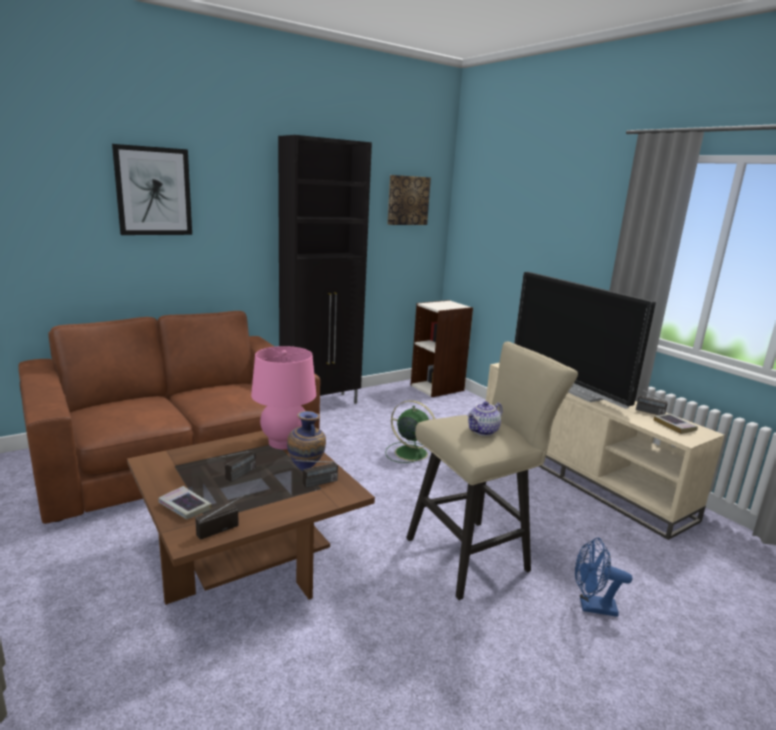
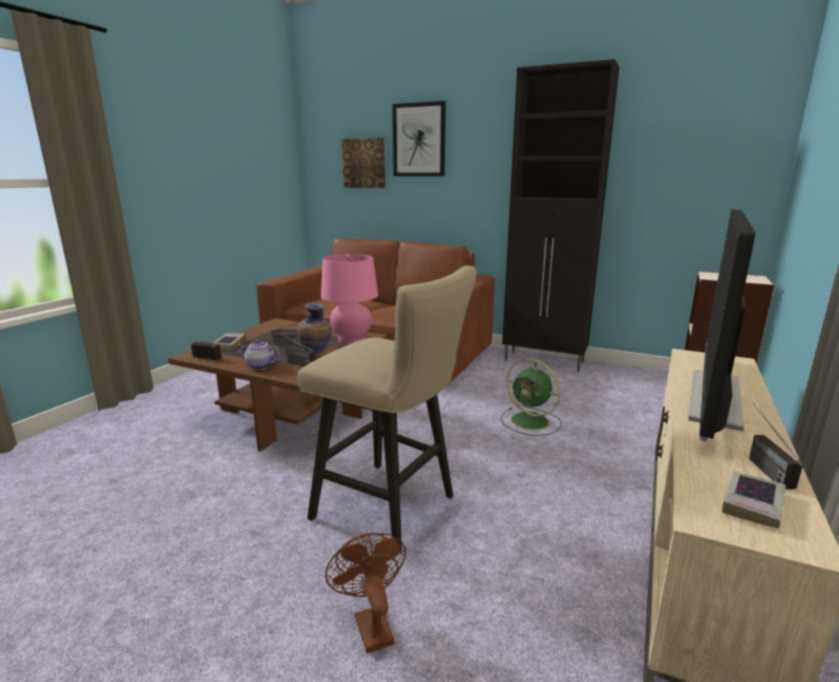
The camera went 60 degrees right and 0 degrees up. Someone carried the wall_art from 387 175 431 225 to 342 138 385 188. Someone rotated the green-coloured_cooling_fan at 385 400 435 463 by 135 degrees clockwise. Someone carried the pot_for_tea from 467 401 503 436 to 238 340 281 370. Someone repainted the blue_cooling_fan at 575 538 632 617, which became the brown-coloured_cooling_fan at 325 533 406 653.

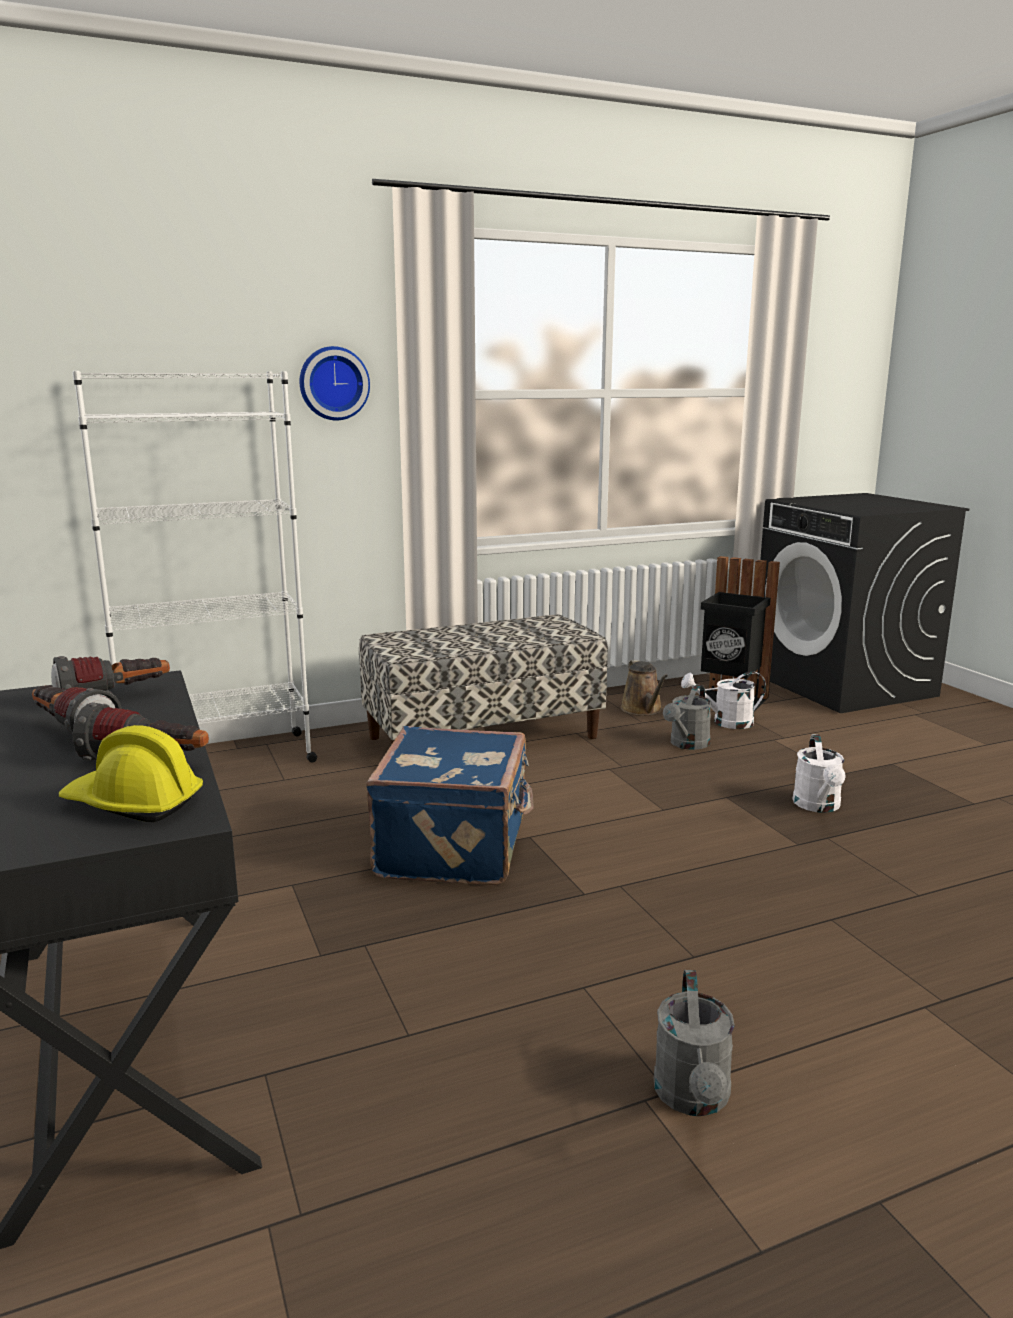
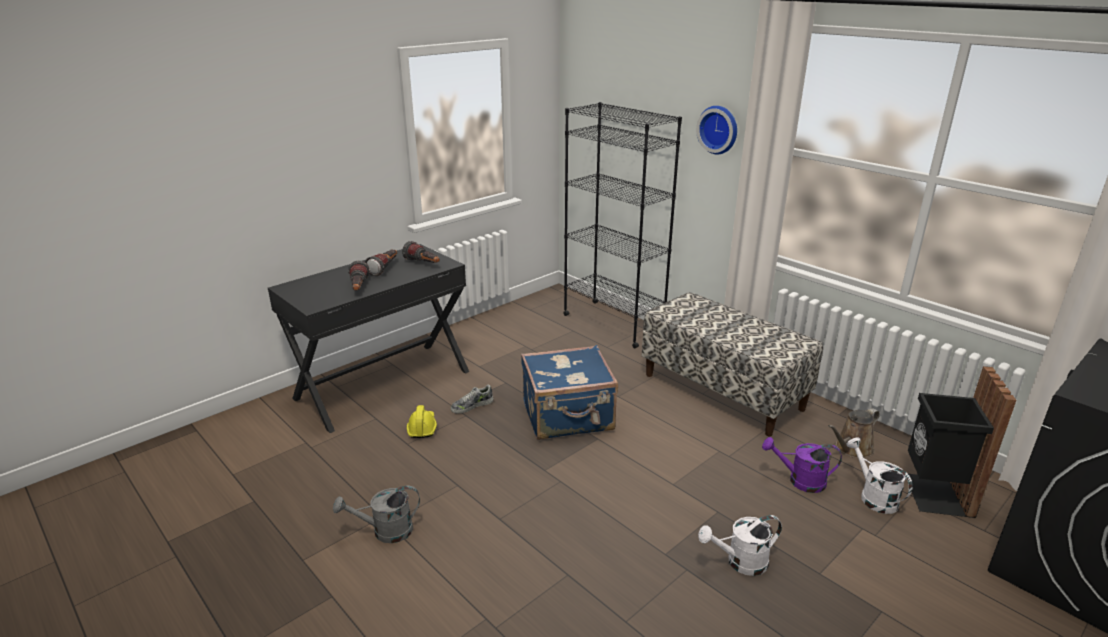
The camera went 70 degrees right and 10 degrees up. Someone repainted the whitish_shelving_unit at 72 371 318 763, which became the blackish_shelving_unit at 563 102 682 348. Someone repainted the gray_watering_can at 663 684 712 750, which became the purplish_watering_can at 762 437 842 493. Someone carried the yellowish_safety_helmet from 59 725 203 822 to 407 405 437 438. Someone put down the low_shoe at 451 384 493 413.

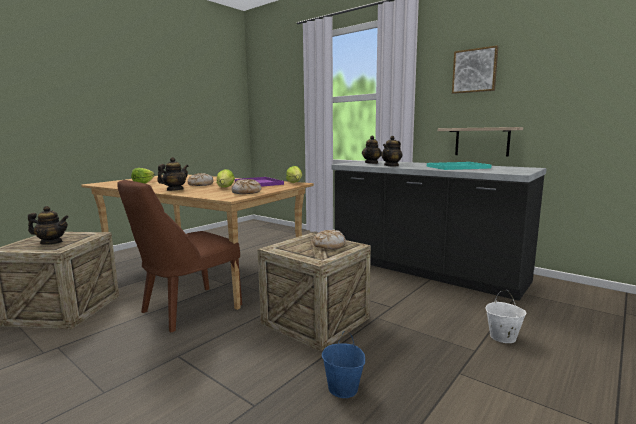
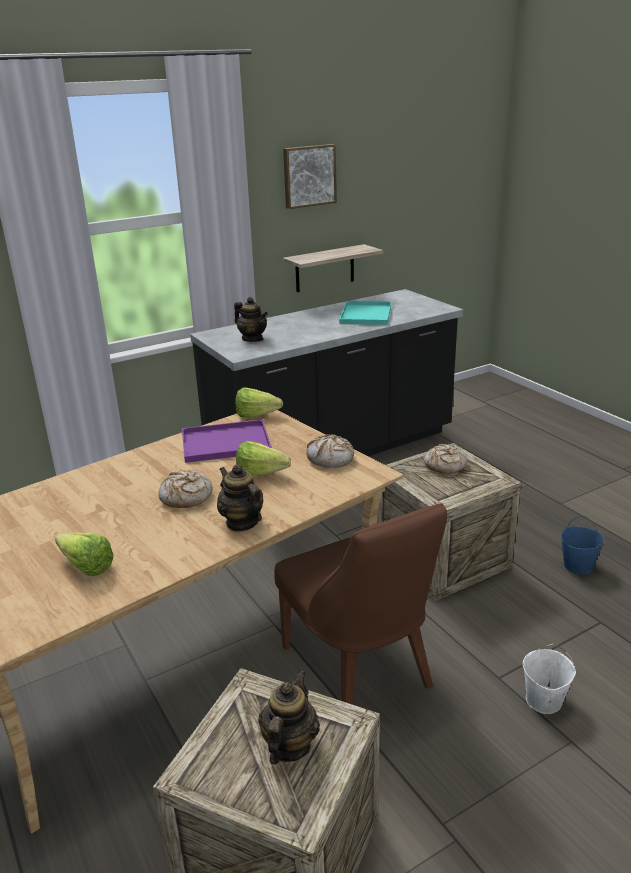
The camera went 70 degrees left and 15 degrees up. Someone took away the pot_for_tea at 381 136 403 167. Someone carried the whitish_pail from 486 290 526 343 to 523 644 576 714.

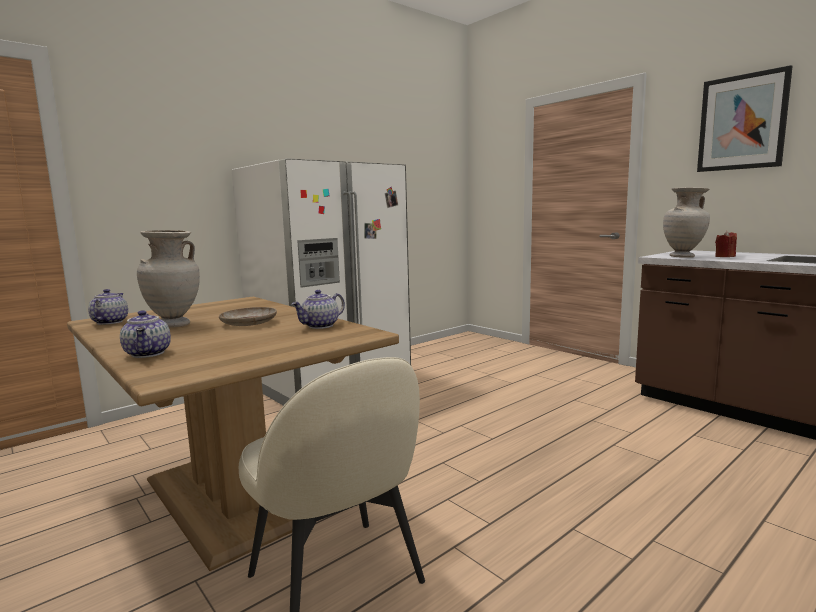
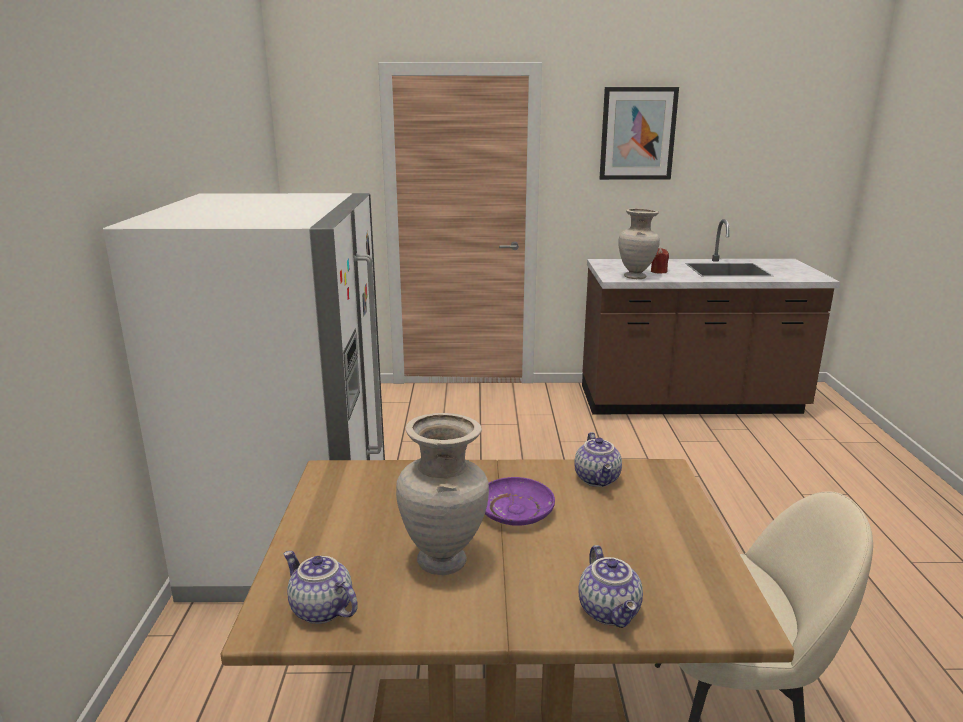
The camera went 50 degrees left and 10 degrees up. Someone repainted the beige-coloured_flat_dish at 219 307 277 326, which became the purplish_flat_dish at 485 477 555 526. Someone rotated the pot_for_tea at 120 310 171 358 by 60 degrees clockwise.

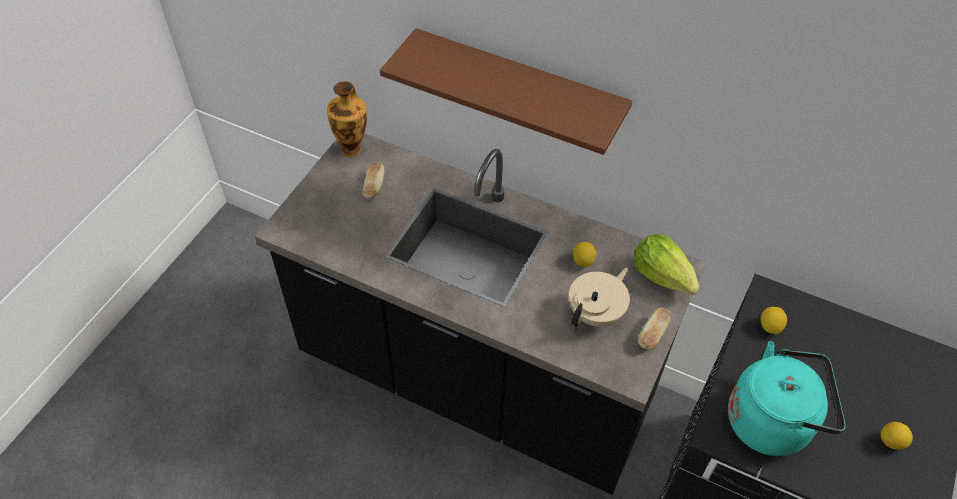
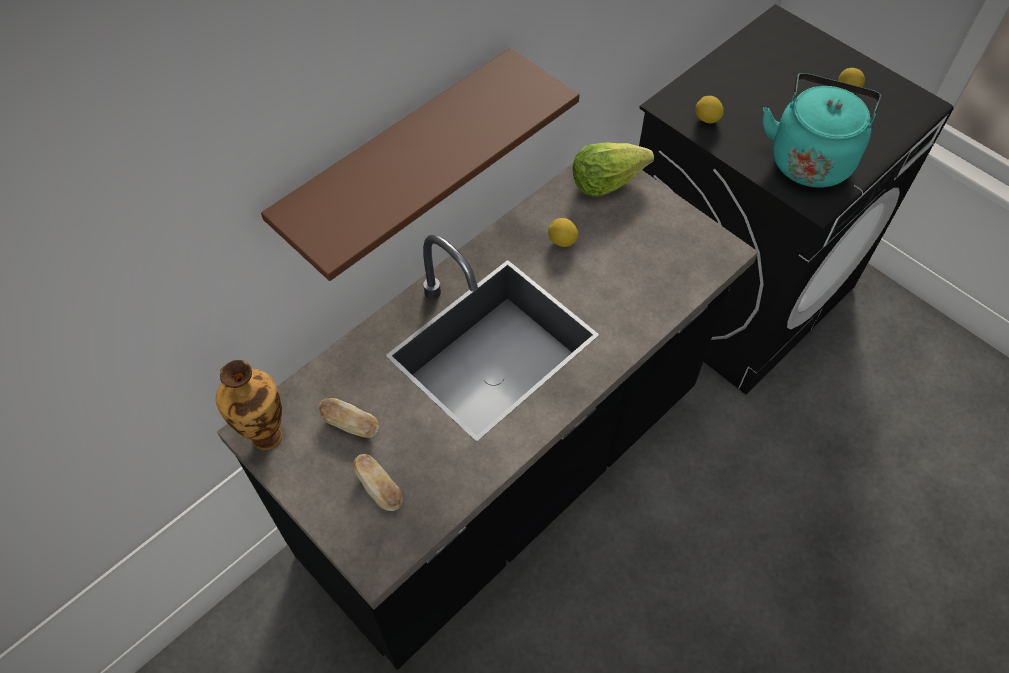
The camera went 70 degrees left and 5 degrees up. Someone took away the beige-coloured_pot_for_tea at 569 268 630 327. Someone carried the bakery_bread from 638 308 671 350 to 353 454 403 511.

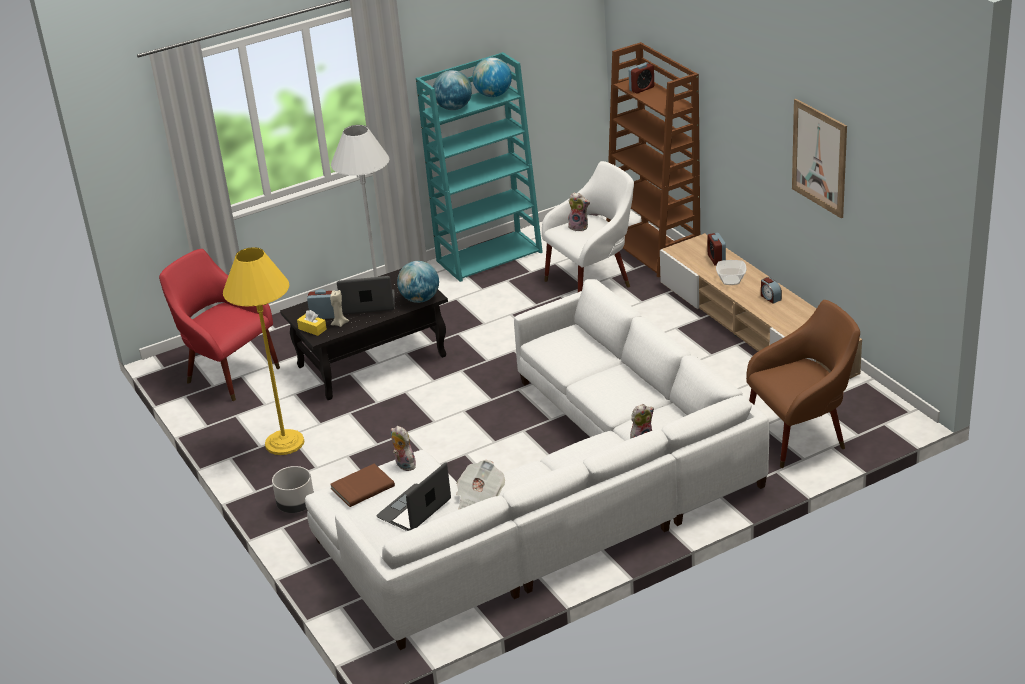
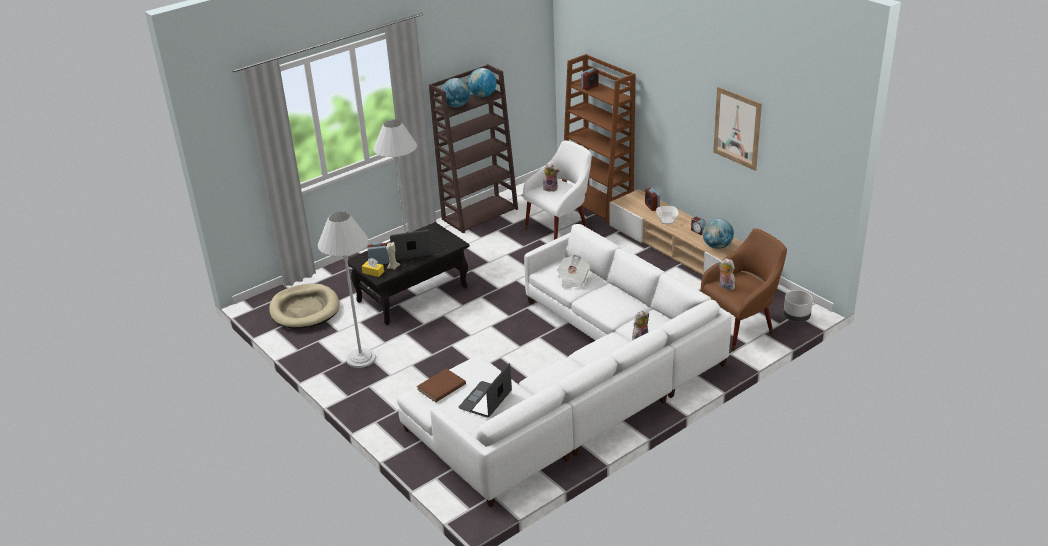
The camera went 10 degrees left and 0 degrees up. Someone repainted the turquoise-coloured_shelving_unit at 416 52 543 282, which became the brown-coloured_shelving_unit at 429 64 518 233. Someone repainted the yellowish_standing_lamp at 223 247 304 455, which became the whitish_standing_lamp at 318 211 376 368. Someone swapped the red_easy_chair at 159 249 280 401 for the beige-coloured_pet_bed at 269 283 340 329. Someone carried the globe from 397 261 439 303 to 703 218 734 249. Someone carried the cuddly_toy from 391 426 416 471 to 718 258 735 290. Someone carried the daily_paper from 456 460 505 510 to 557 254 590 289. Someone carried the gray_flower_pot from 272 466 314 513 to 783 290 813 322.

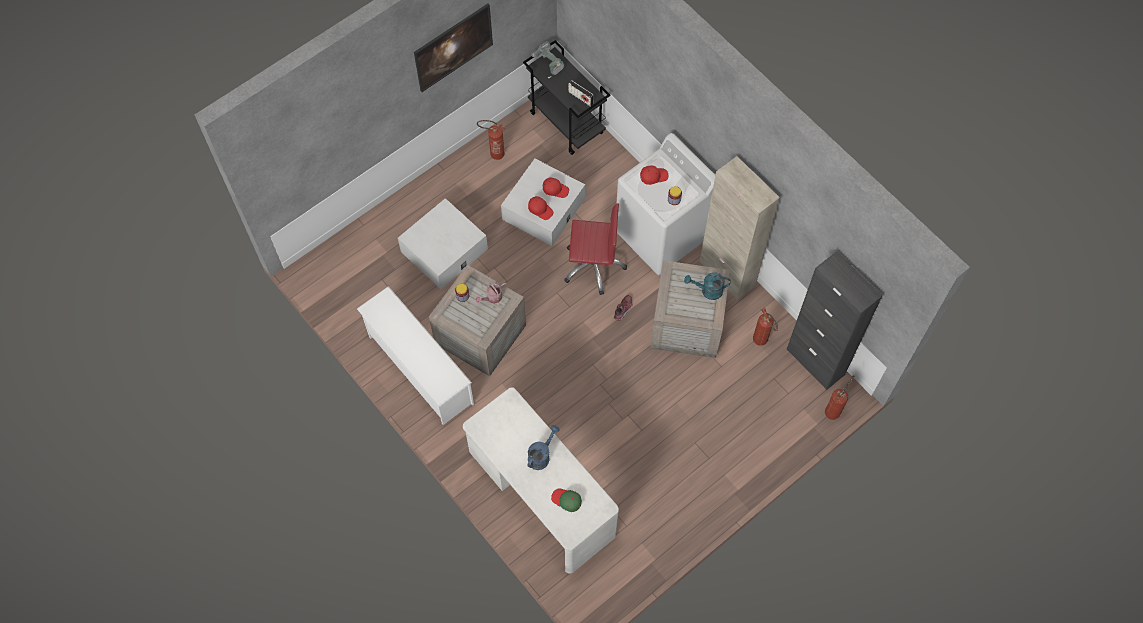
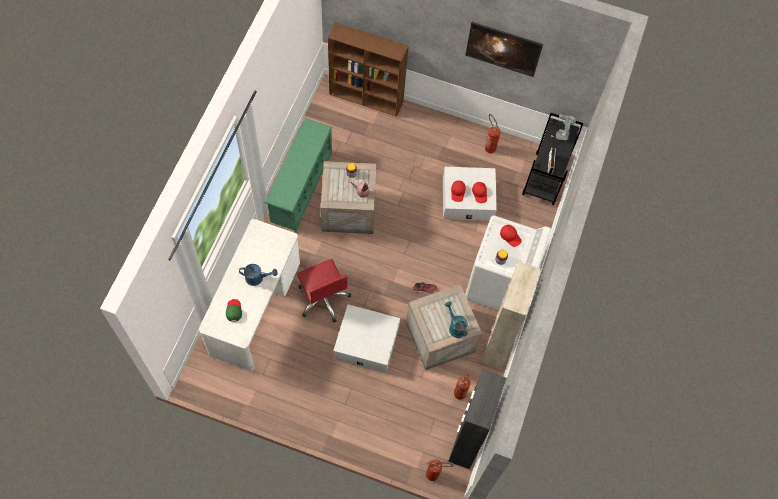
The camera went 55 degrees right and 0 degrees up. Someone carried the whitish_storage_bin from 398 198 488 289 to 333 305 400 373. Someone carried the red_computer_chair from 564 203 627 295 to 297 259 351 322. Someone repainted the whitish_shoe_shelf at 357 286 474 425, which became the green-coloured_shoe_shelf at 264 118 333 233. Someone put down the brown-coloured_shelving_unit at 328 22 409 117.

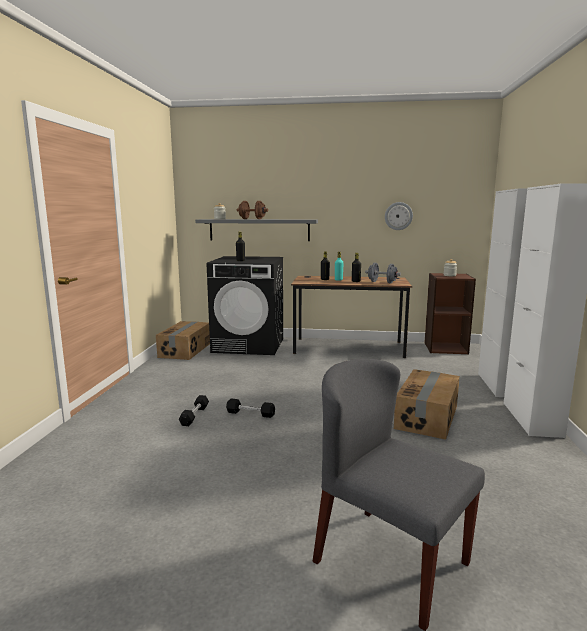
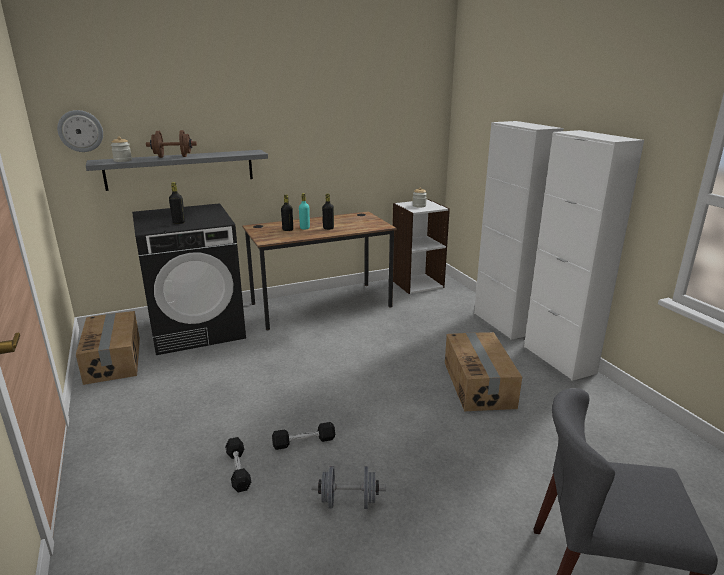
The camera went 30 degrees left and 10 degrees up. Someone carried the hanging_clock from 385 202 413 230 to 57 110 103 152. Someone carried the gray_hand_weight from 365 263 401 283 to 312 466 386 509. Someone repainted the brown-coloured_shelving_unit at 424 273 476 355, which became the whitish_shelving_unit at 392 199 450 294.

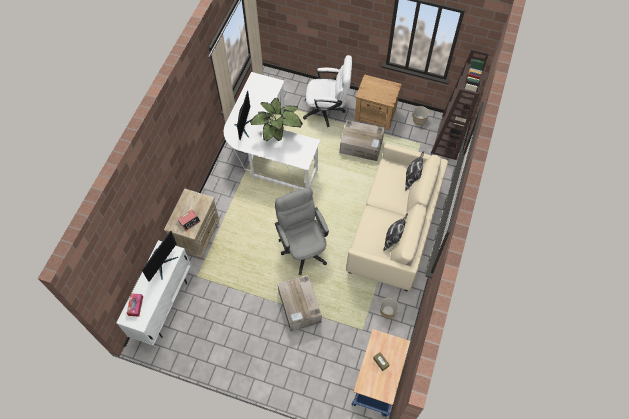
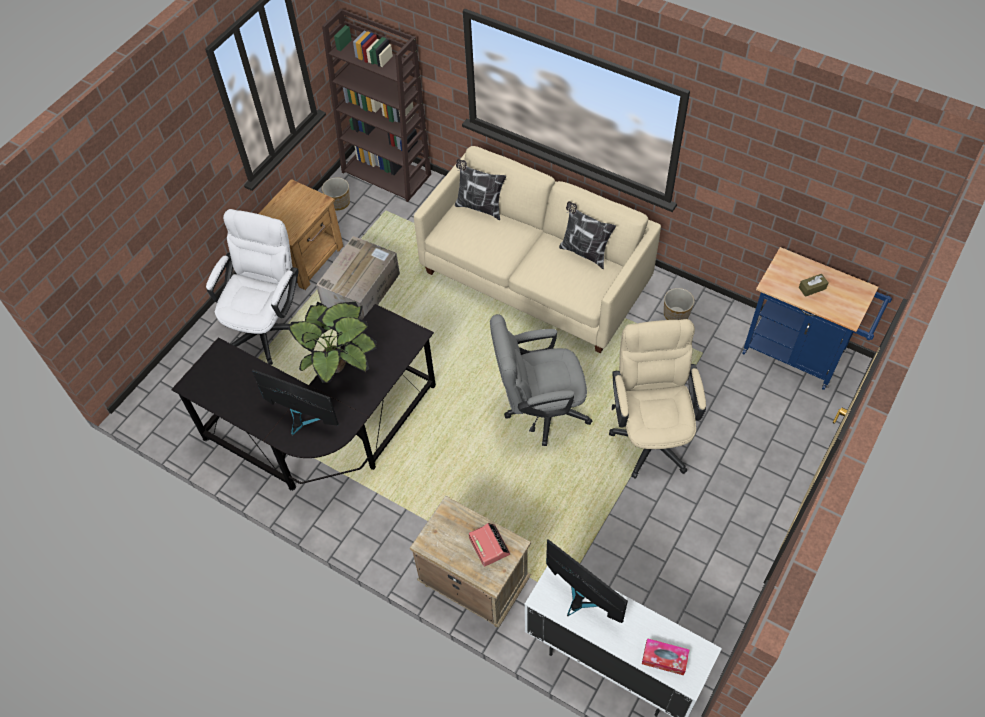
The camera went 75 degrees left and 5 degrees down. Someone repainted the whitish_desk_table at 224 72 320 190, which became the blackish_desk_table at 171 304 436 491. Someone swapped the packing_box at 278 275 322 332 for the beige-coloured_computer_chair at 609 319 706 479.

